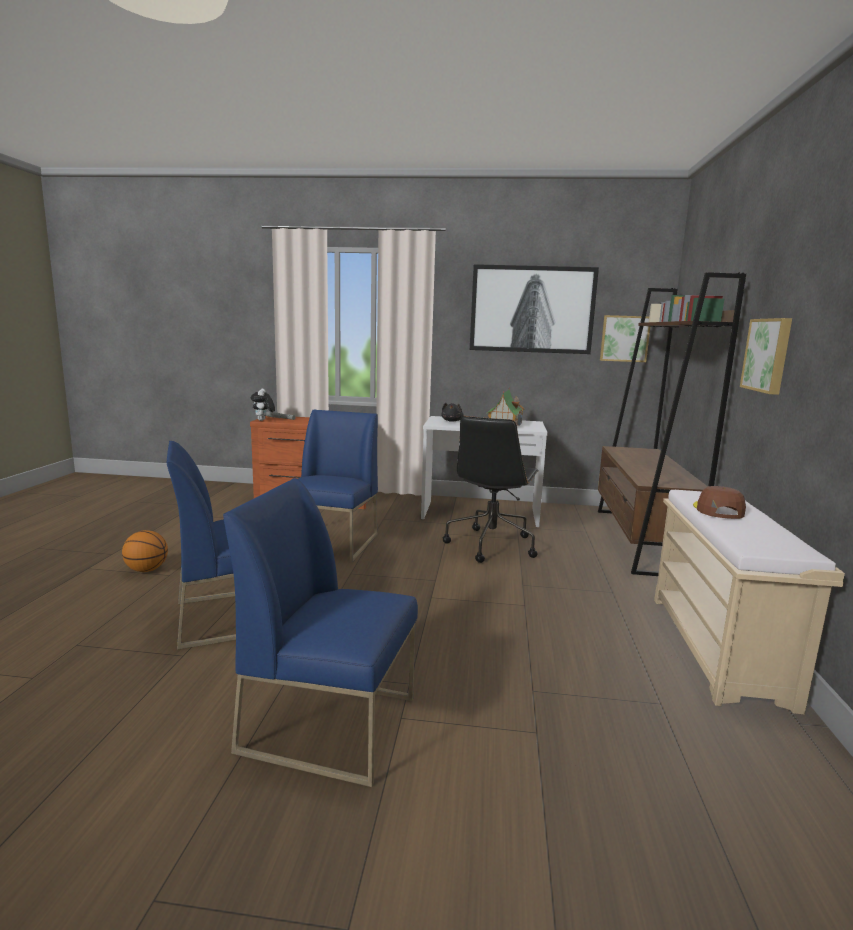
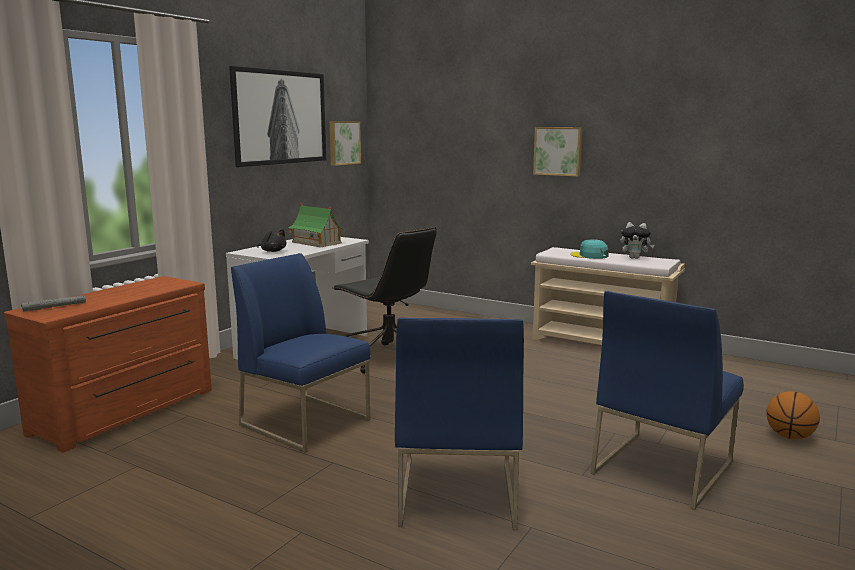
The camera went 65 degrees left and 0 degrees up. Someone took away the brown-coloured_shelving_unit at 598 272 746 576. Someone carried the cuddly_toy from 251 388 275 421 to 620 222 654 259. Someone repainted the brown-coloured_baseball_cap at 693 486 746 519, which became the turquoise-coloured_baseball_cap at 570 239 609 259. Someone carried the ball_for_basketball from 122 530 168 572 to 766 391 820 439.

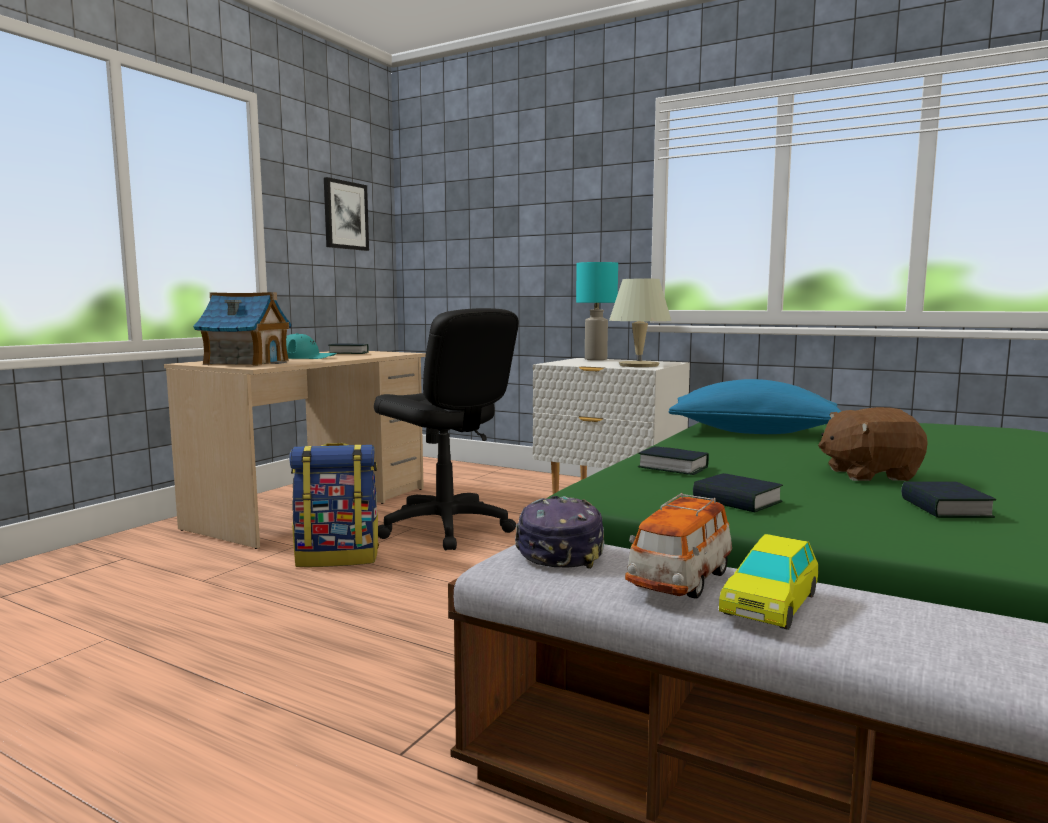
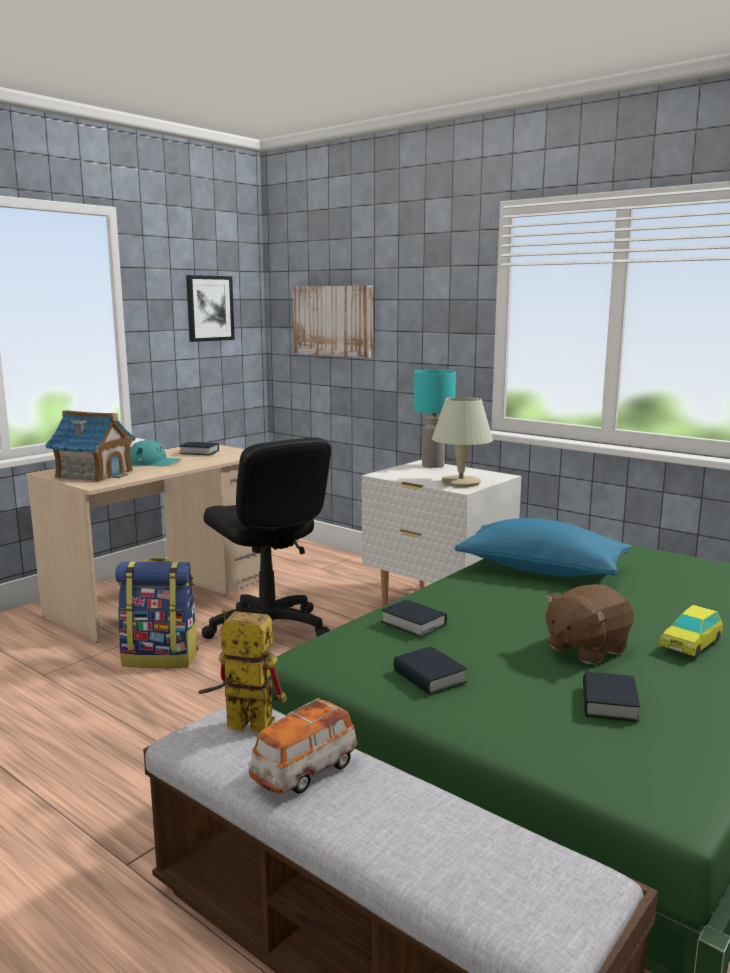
The camera went 10 degrees right and 5 degrees up. Someone rotated the brown-coloured_cuddly_toy at 818 407 928 481 by 45 degrees counterclockwise. Someone swapped the baseball_cap at 515 496 605 569 for the robot_figure at 198 609 287 732. Someone carried the miniature_car from 719 534 818 630 to 660 605 723 658. Someone put up the wall_art at 293 286 373 358.

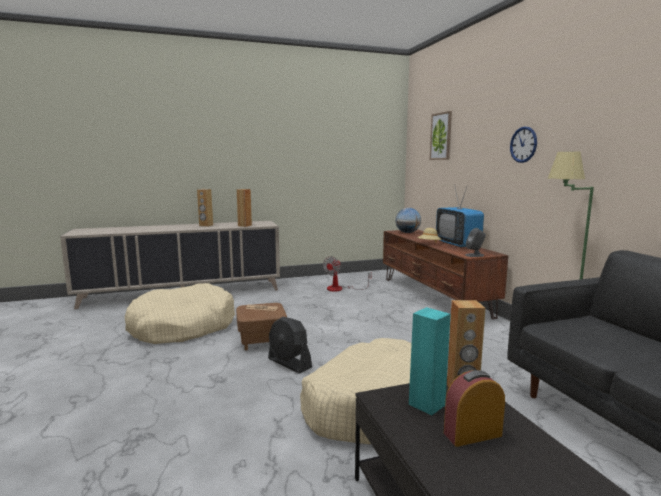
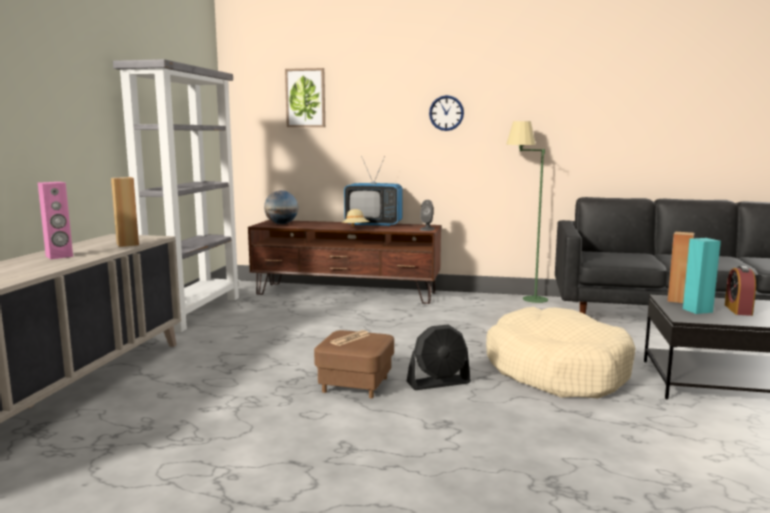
The camera went 60 degrees left and 0 degrees up. Someone repainted the brown-coloured_speaker at 197 189 213 227, which became the pink-coloured_speaker at 38 182 73 259. Someone took away the cooling_fan at 323 256 372 292. Someone took away the beige-coloured_pet_bed at 125 283 235 344. Someone put down the gray_shelving_unit at 113 59 241 332.

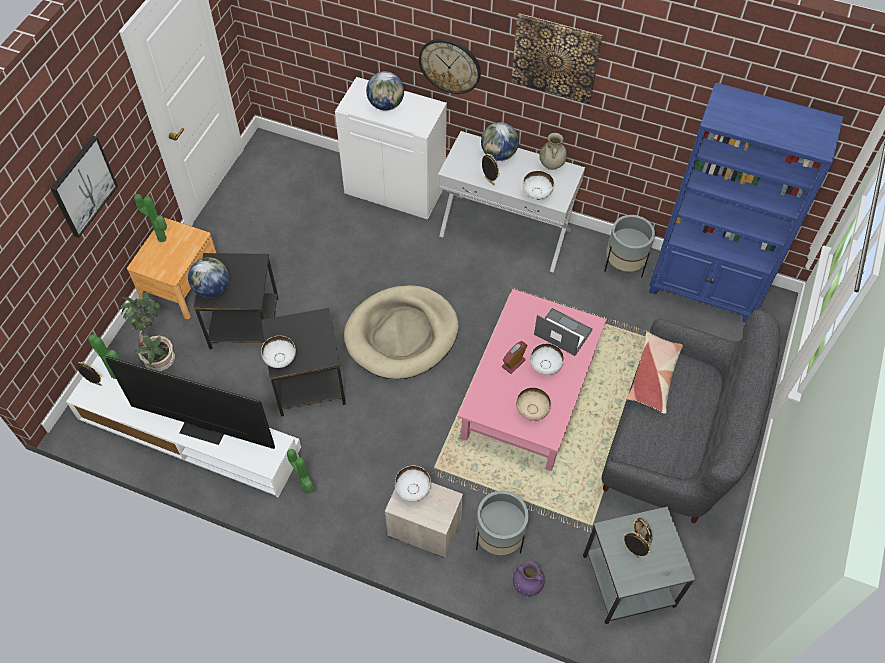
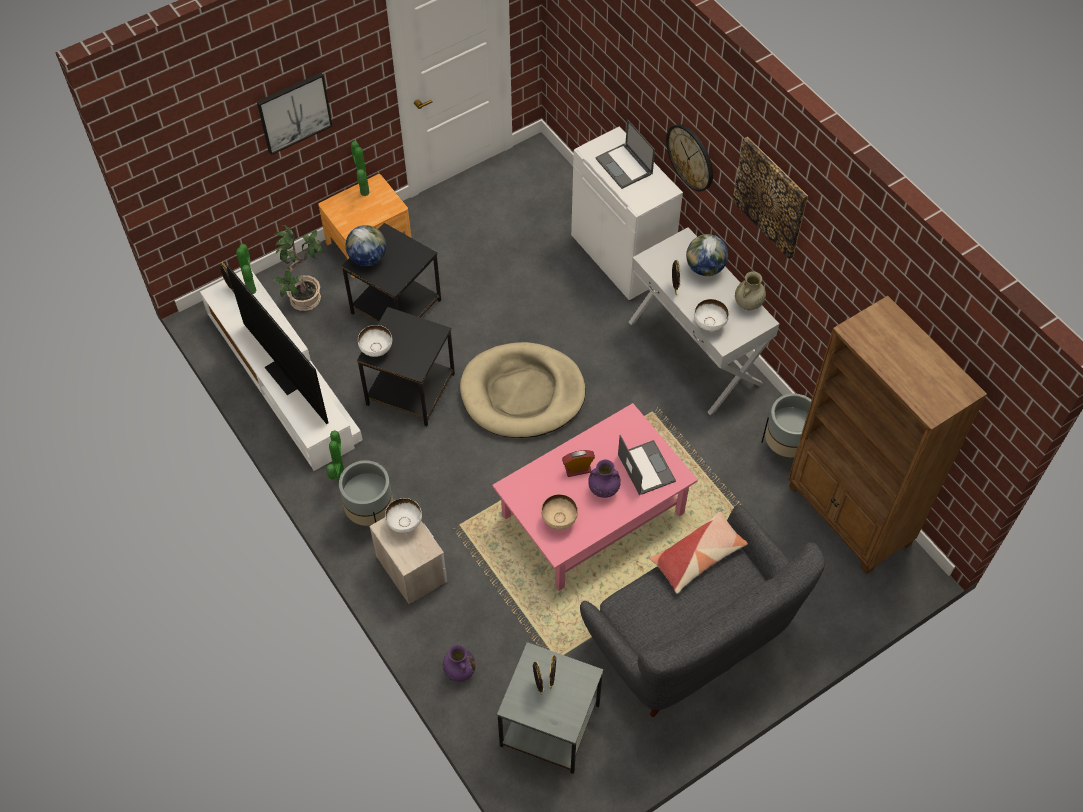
The camera went 35 degrees right and 0 degrees up. Someone swapped the globe at 366 71 404 111 for the laptop at 595 120 655 189. Someone repainted the blue_shelving_unit at 649 82 843 323, which became the brown-coloured_shelving_unit at 788 296 987 574. Someone swapped the whitish_deep_dish at 530 343 564 375 for the purplish_flower_vase at 588 460 621 498. Someone carried the gray_flower_pot from 476 491 529 555 to 339 460 393 526.

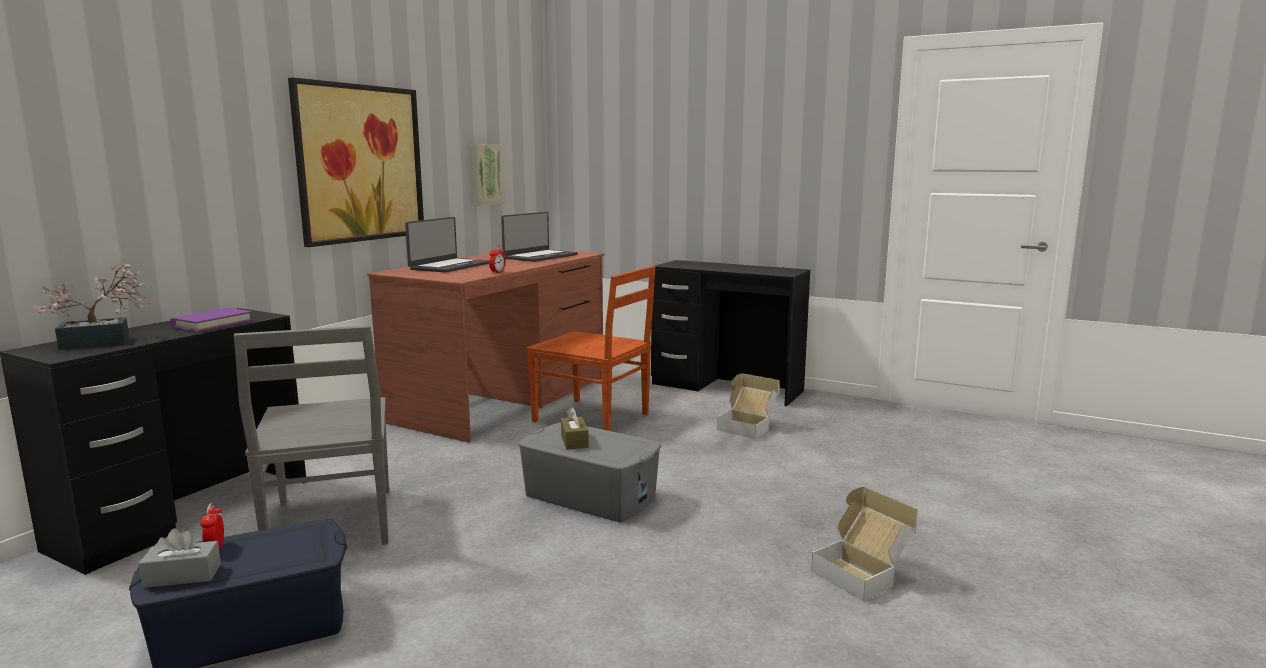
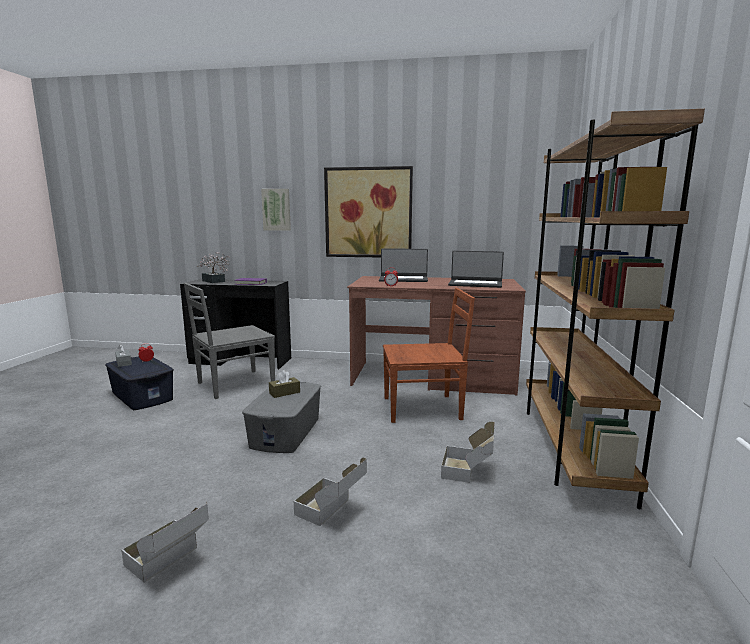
The camera went 70 degrees right and 0 degrees up. Someone carried the wall_art from 472 144 505 206 to 261 189 291 231. Someone swapped the blackish_desk_table at 651 260 810 406 for the brown-coloured_shelving_unit at 526 109 705 510. Someone rotated the brown-coloured_plain_chair at 526 266 655 431 by 105 degrees counterclockwise. Someone put down the packing_box at 294 457 367 526.

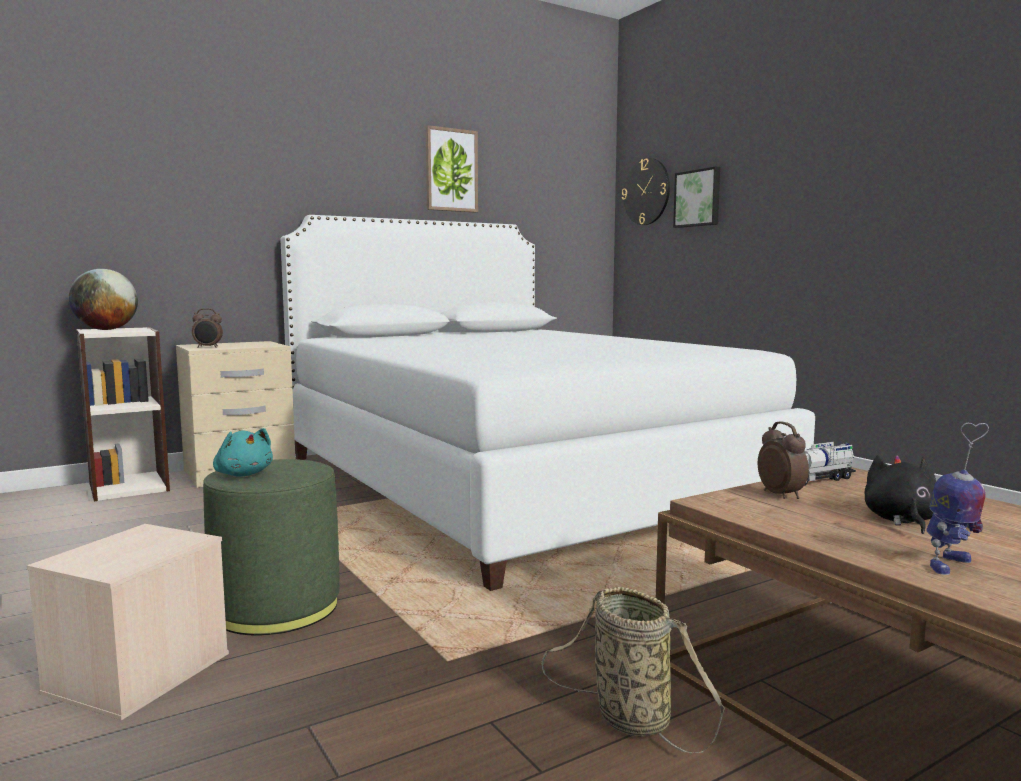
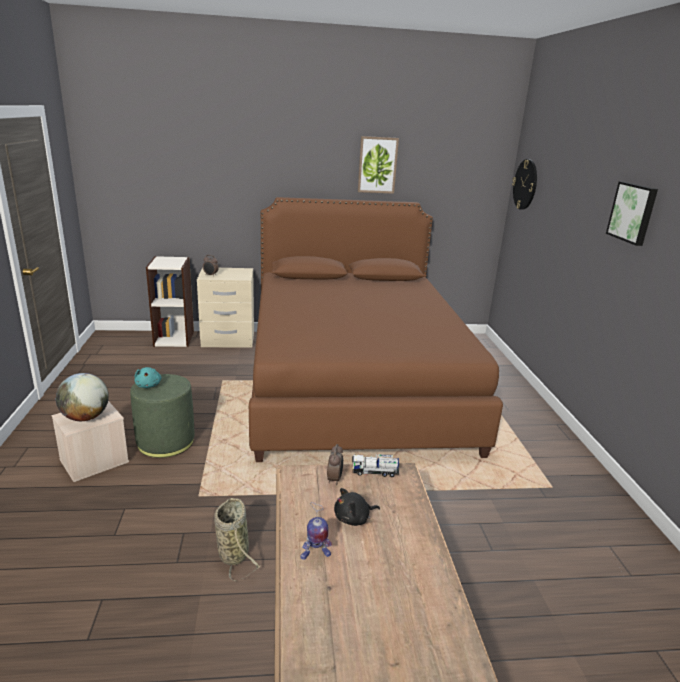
The camera went 25 degrees right and 15 degrees up. Someone carried the wall_art from 673 167 720 228 to 606 181 658 246. Someone repainted the whitish_bed at 280 215 815 591, which became the brown-coloured_bed at 249 197 503 462. Someone carried the globe from 69 269 138 330 to 56 373 109 421. Someone rotated the blackish_cuddly_toy at 865 455 936 534 by 150 degrees counterclockwise.

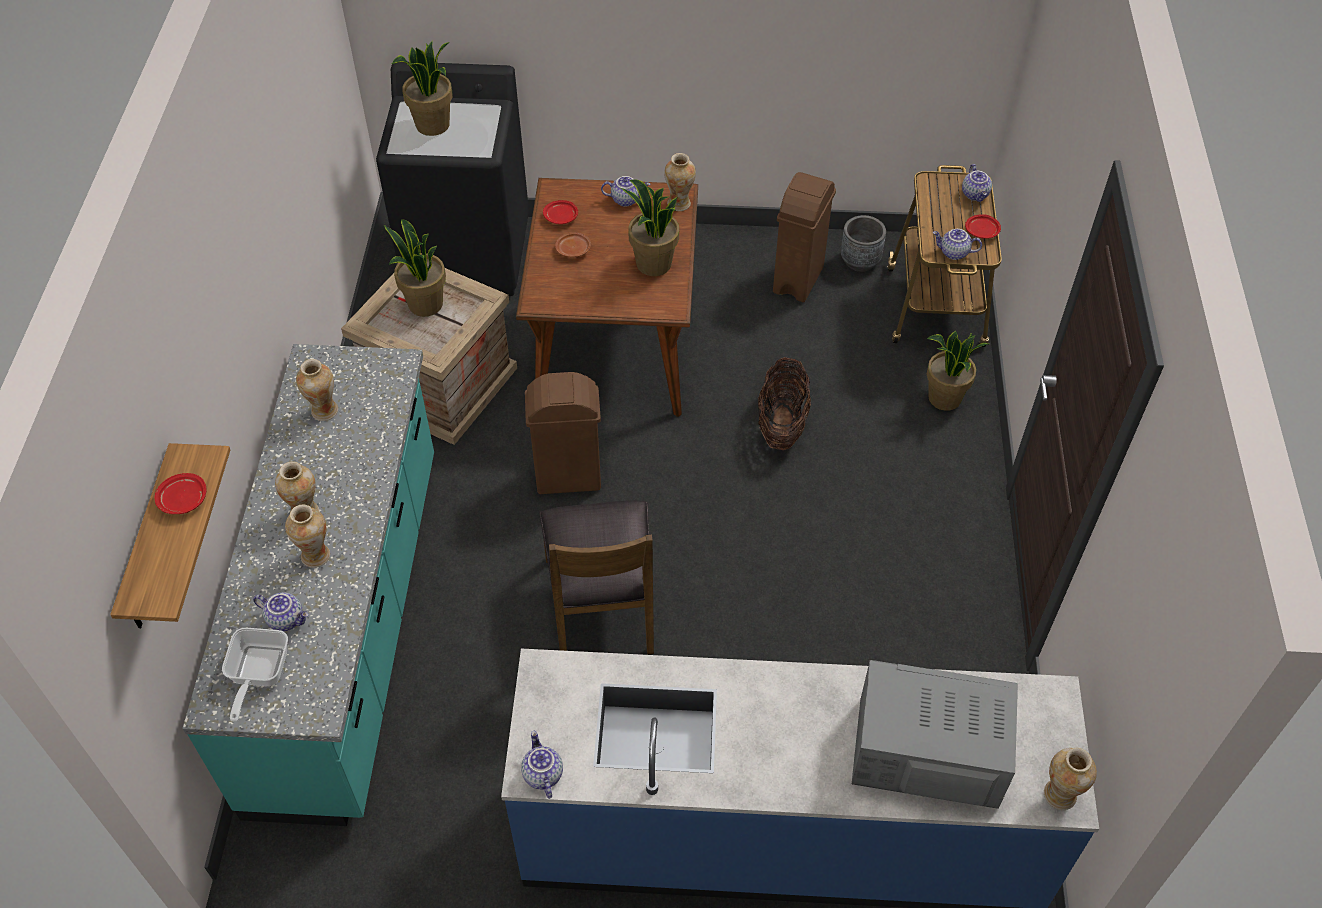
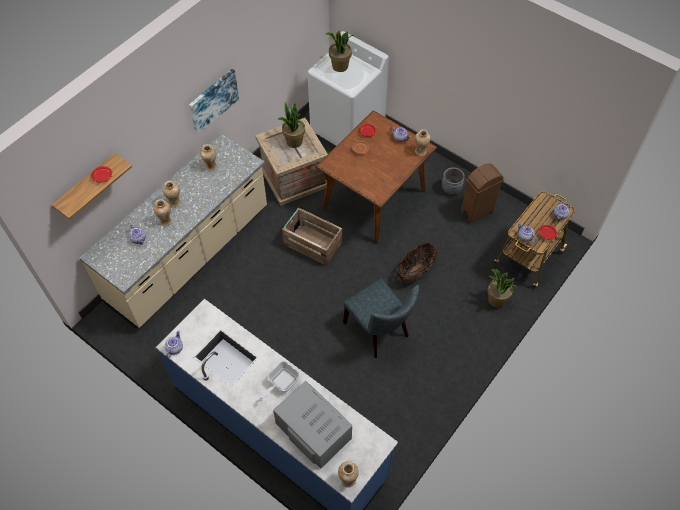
The camera went 35 degrees right and 5 degrees up. Someone repainted the blackish_laundry_appliance at 376 62 529 296, which became the whitish_laundry_appliance at 307 31 389 146. Someone took away the plant_in_a_pot at 621 179 679 276. Someone carried the gray_flower_pot from 841 215 886 272 to 442 167 465 195. Someone repainted the turquoise-coloured_kitchen_counter at 182 344 434 826, which became the beige-coloured_kitchen_counter at 80 134 267 328. Someone swapped the brown-coloured_waste_bin at 525 372 601 494 for the crate at 282 207 342 266. Someone took away the brown-coloured_plain_chair at 539 500 654 655. Someone carried the skillet from 222 628 288 722 to 259 361 300 401. Someone put up the wall_art at 189 69 239 134. Someone put down the gray_plain_chair at 343 278 419 358.

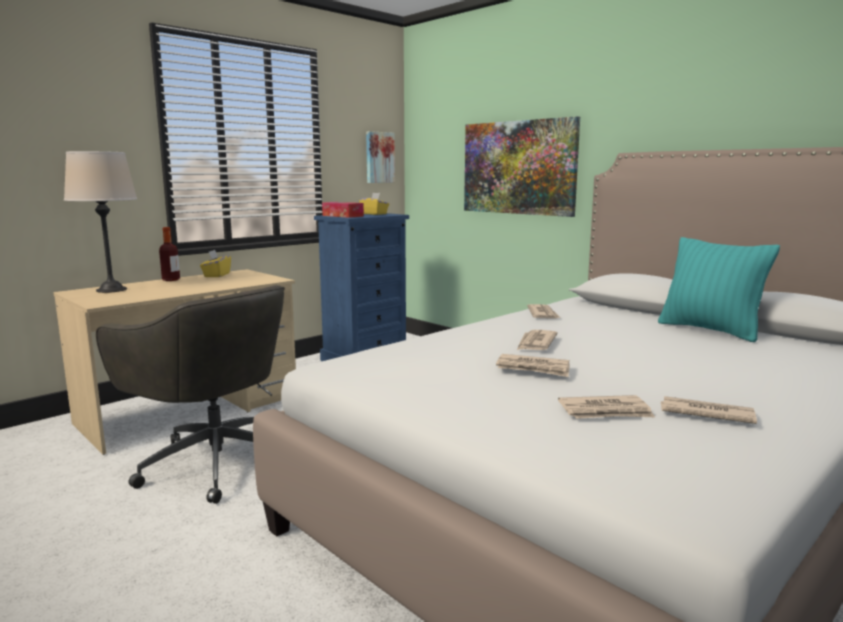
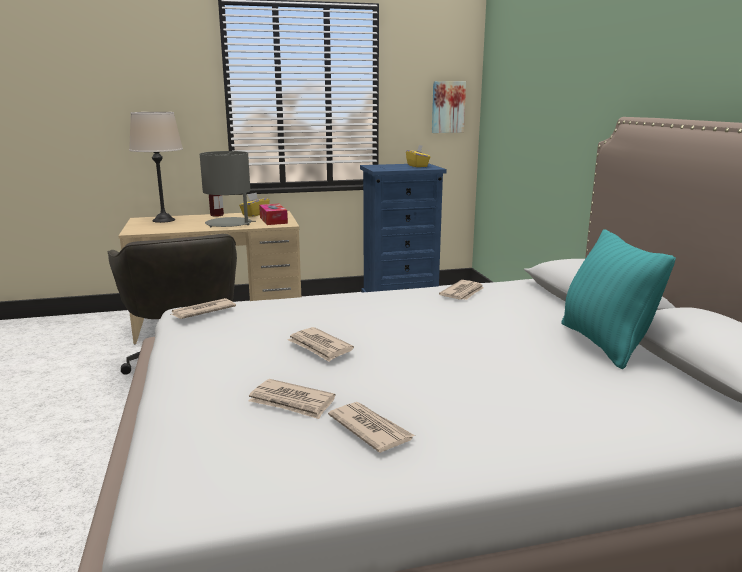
The camera went 30 degrees right and 5 degrees up. Someone took away the wall_art at 464 116 580 217. Someone carried the tissue_box from 322 202 364 218 to 259 204 288 225. Someone carried the daily_paper from 517 330 558 350 to 170 298 236 319. Someone put down the gray_table_lamp at 200 151 256 227.

